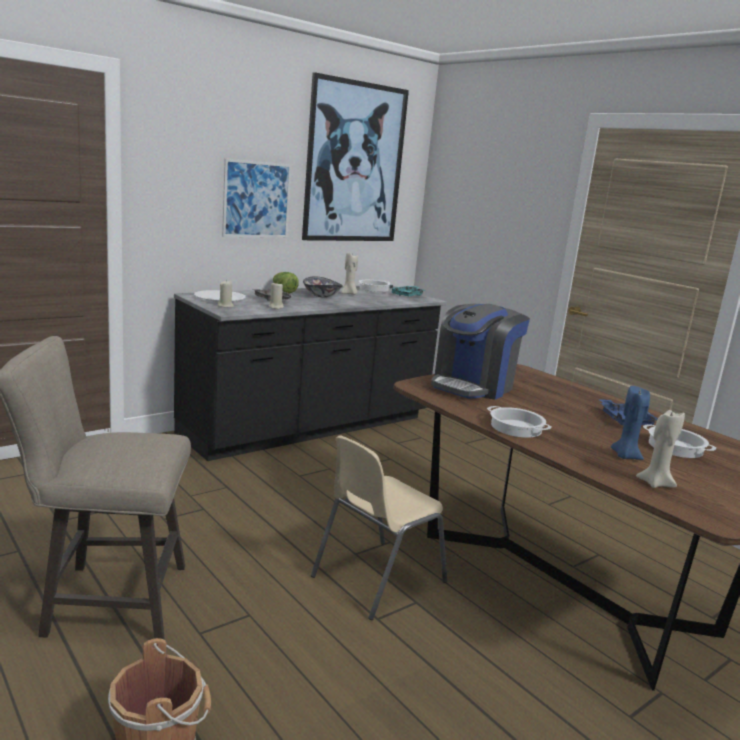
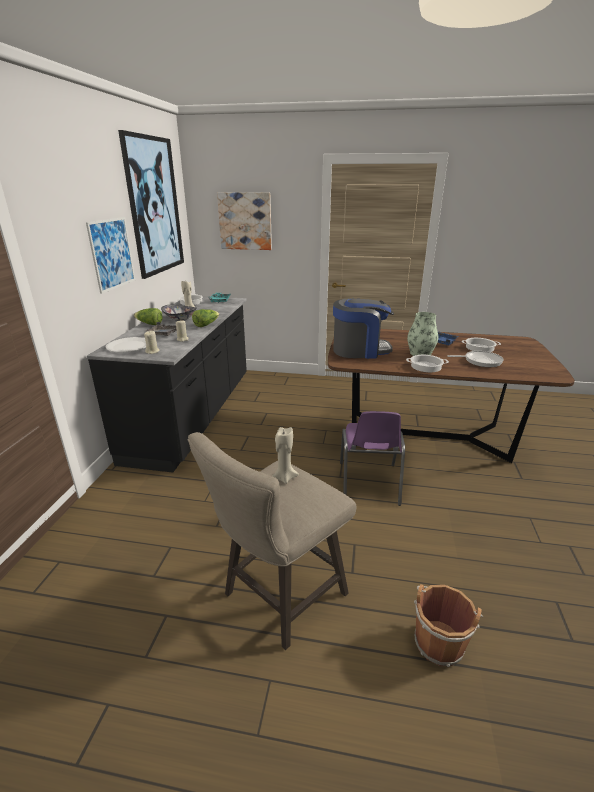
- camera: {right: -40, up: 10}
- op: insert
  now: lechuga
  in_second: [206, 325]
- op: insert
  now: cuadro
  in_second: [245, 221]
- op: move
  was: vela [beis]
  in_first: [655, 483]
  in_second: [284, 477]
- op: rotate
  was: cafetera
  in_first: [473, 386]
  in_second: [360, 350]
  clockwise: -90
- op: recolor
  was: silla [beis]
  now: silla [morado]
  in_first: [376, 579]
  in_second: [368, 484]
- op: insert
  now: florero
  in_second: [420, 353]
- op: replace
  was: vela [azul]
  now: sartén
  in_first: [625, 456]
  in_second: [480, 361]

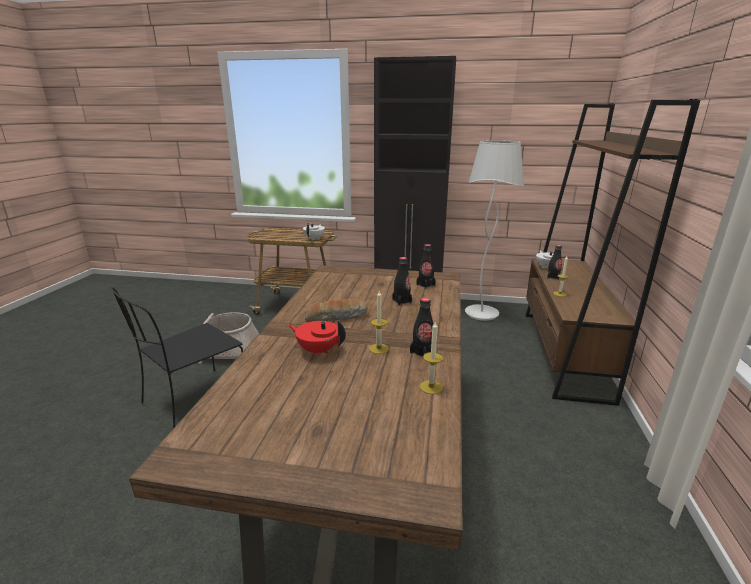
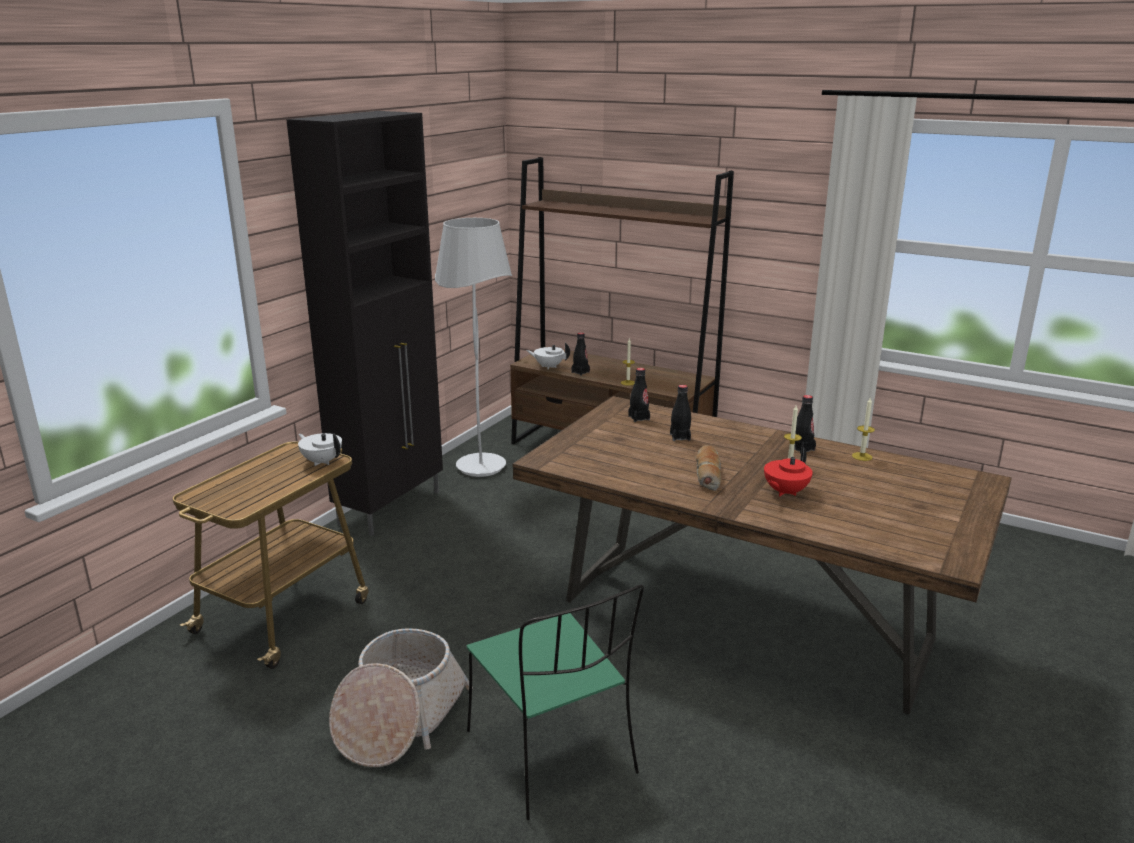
- camera: {right: -70, up: 0}
- op: recolor
  was: silla [negro]
  now: silla [verde]
  in_first: [194, 401]
  in_second: [553, 755]

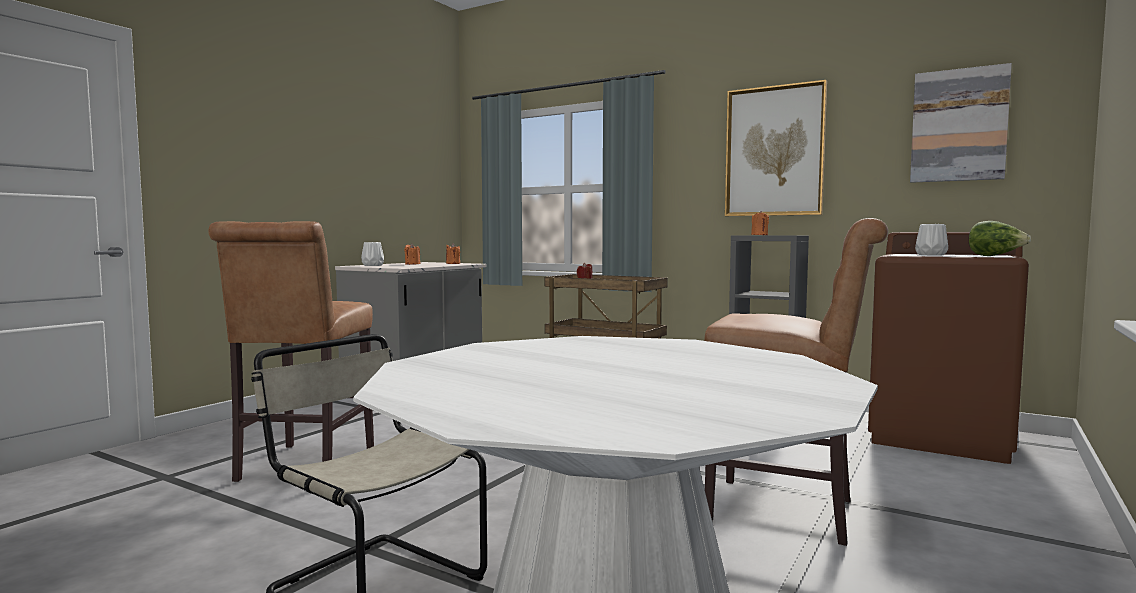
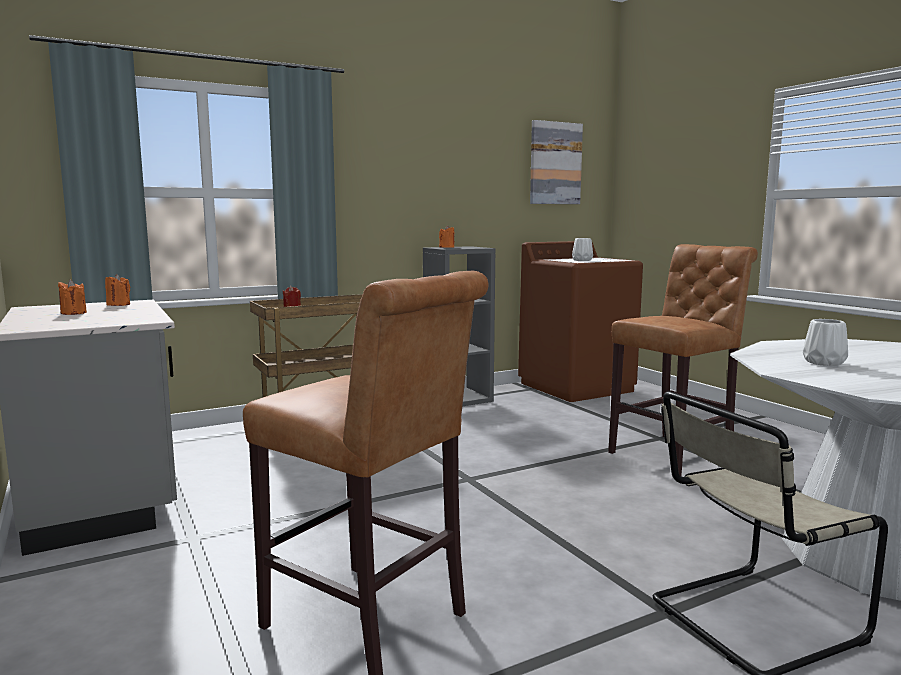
- camera: {right: -60, up: 5}
- op: move
  was: florero [blanco]
  in_first: [372, 265]
  in_second: [824, 363]
- op: delete
  was: cuadro
  in_first: [774, 151]
- op: delete
  was: lechuga
  in_first: [995, 256]

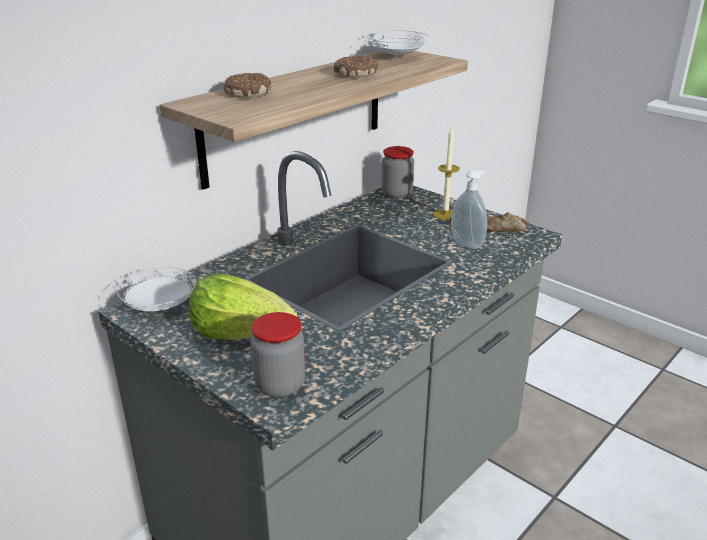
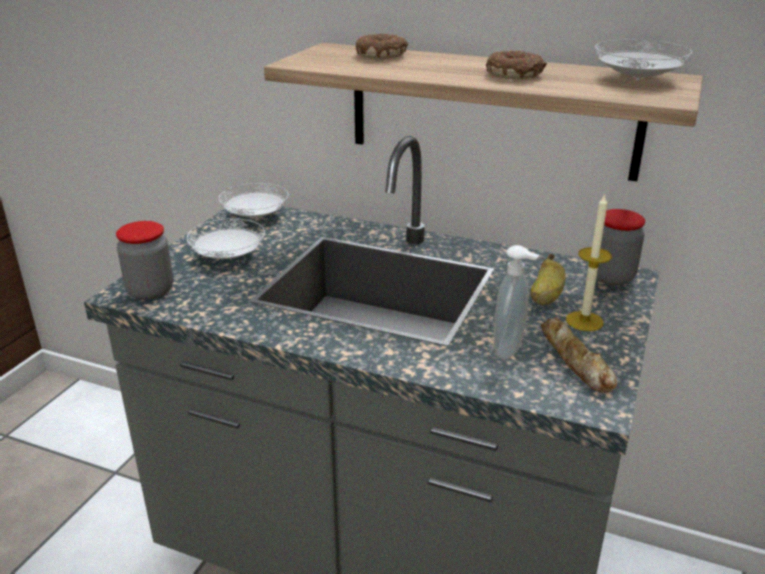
- camera: {right: 70, up: 0}
- op: replace
  was: lechuga
  now: plato [blanco]
  in_first: [242, 332]
  in_second: [229, 257]
- op: insert
  now: plátano
  in_second: [545, 297]

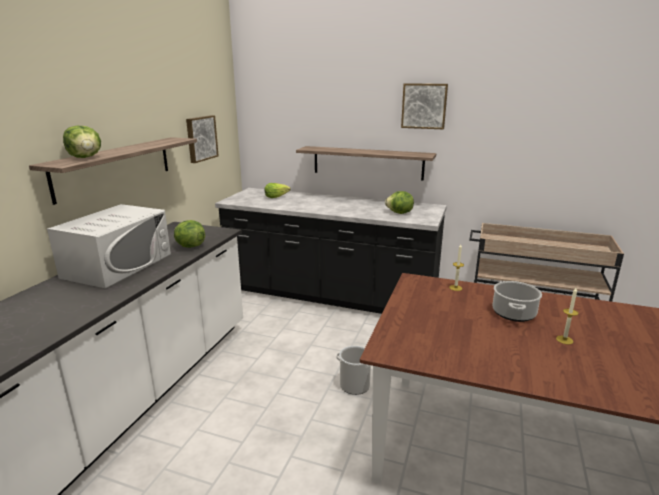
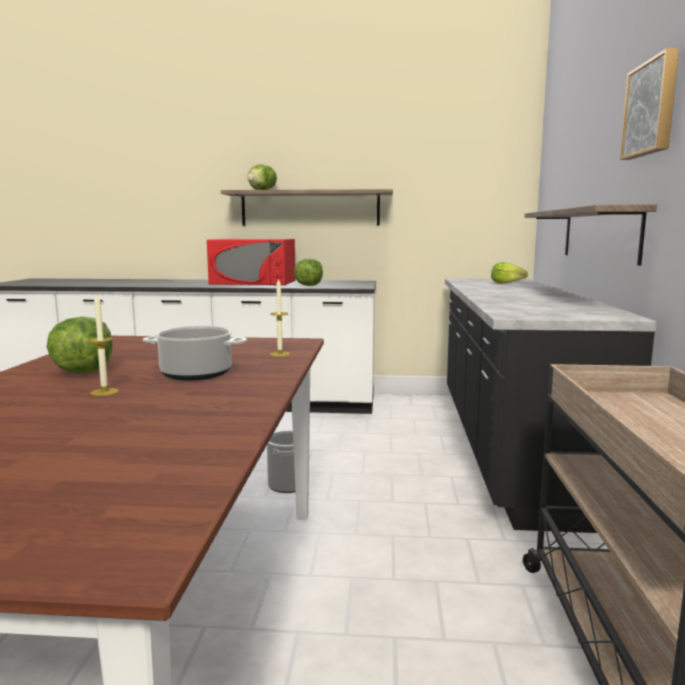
- camera: {right: 75, up: -10}
- op: move
  was: lechuga
  in_first: [399, 213]
  in_second: [83, 372]
- op: recolor
  was: microondas [blanco]
  now: microondas [rojo]
  in_first: [118, 265]
  in_second: [253, 282]
- op: delete
  was: cuadro
  in_first: [201, 138]

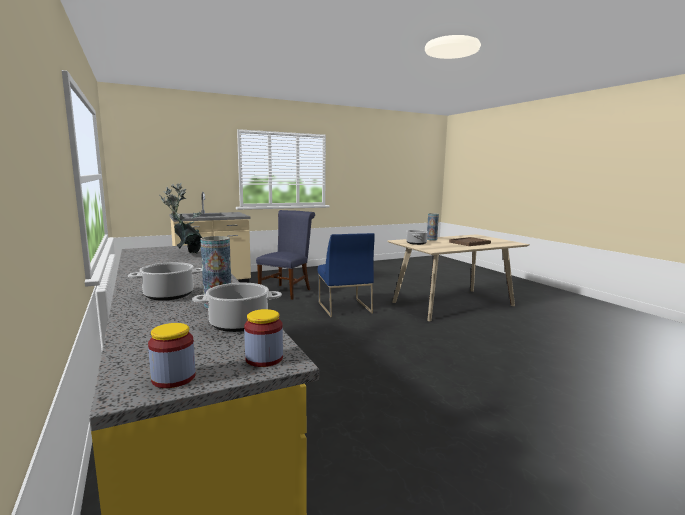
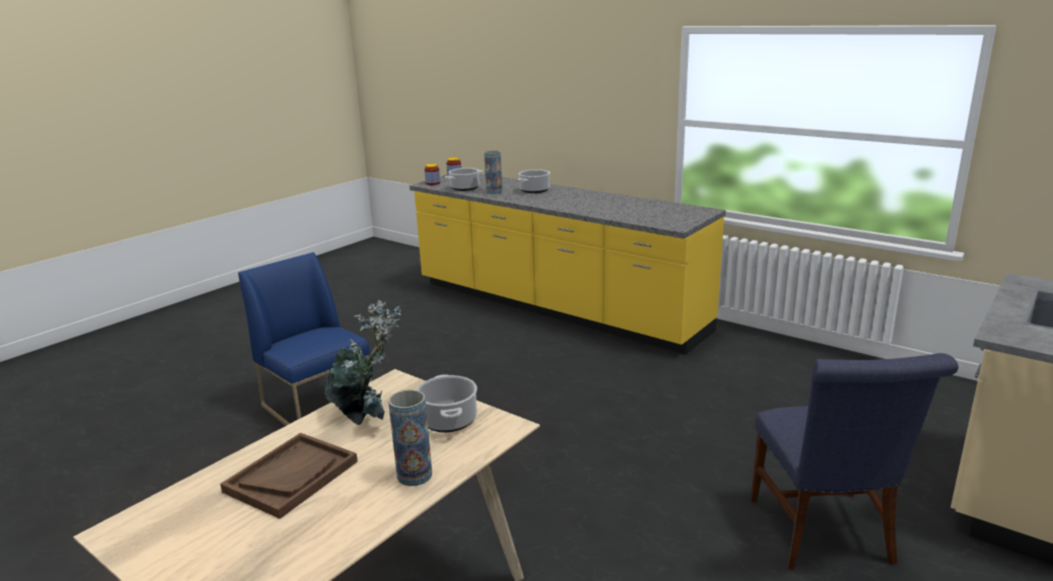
- camera: {right: 155, up: 10}
- op: move
  was: silla [azul]
  in_first: [344, 307]
  in_second: [319, 406]
- op: move
  was: planta en maceta
  in_first: [188, 253]
  in_second: [368, 417]

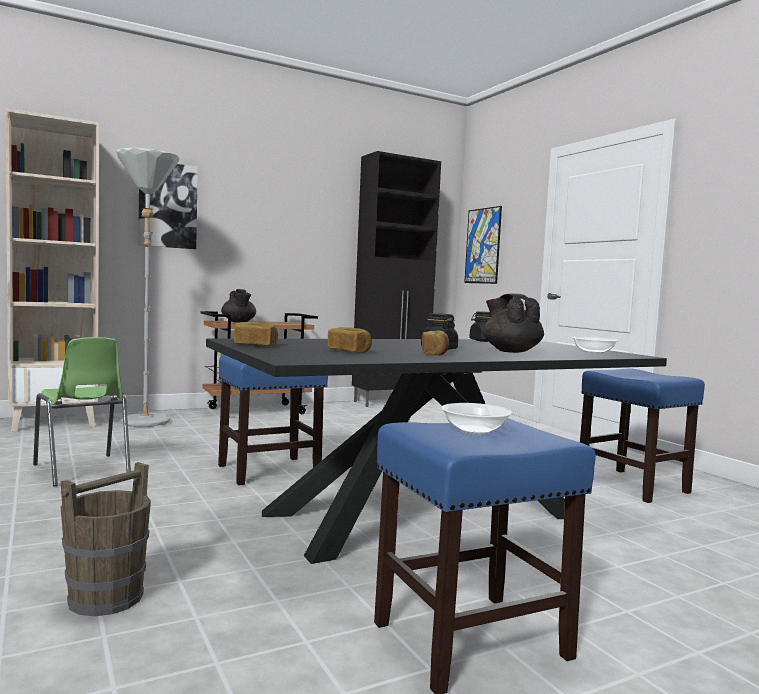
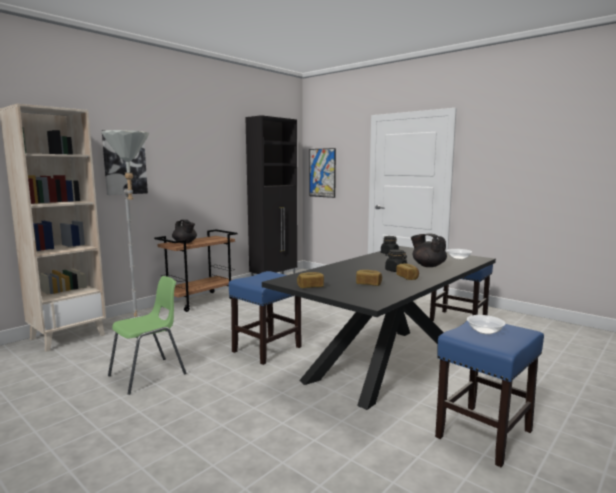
- camera: {right: -20, up: 5}
- op: rotate
  was: silla [verde]
  in_first: [82, 470]
  in_second: [148, 375]
  clockwise: -75
- op: delete
  was: cubo [marrón]
  in_first: [105, 598]

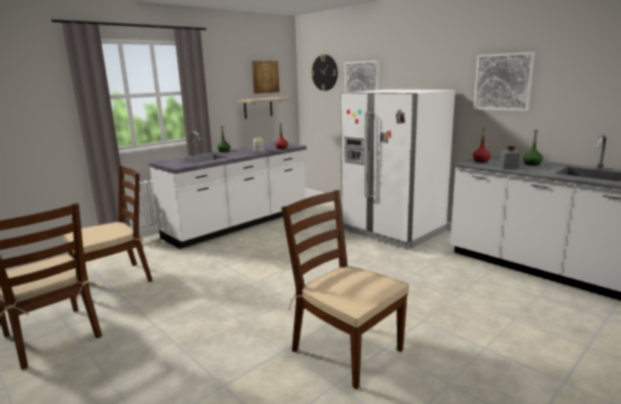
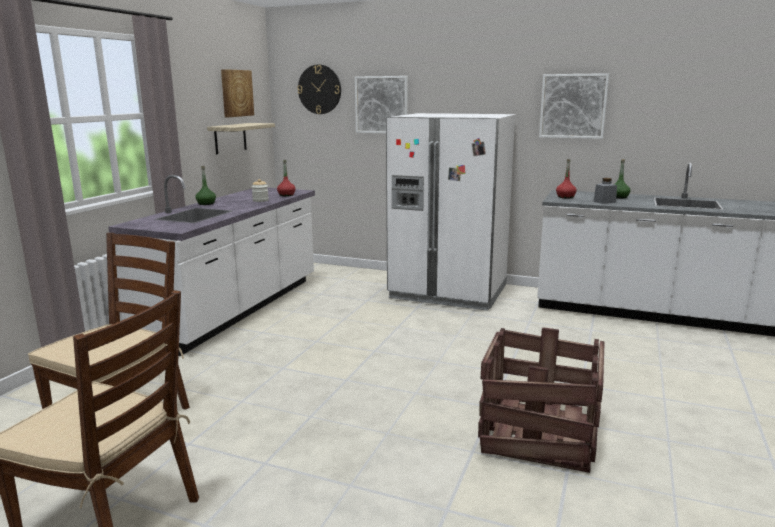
- camera: {right: -25, up: 0}
- op: replace
  was: silla [marrón]
  now: caja de embalaje
  in_first: [346, 350]
  in_second: [539, 433]

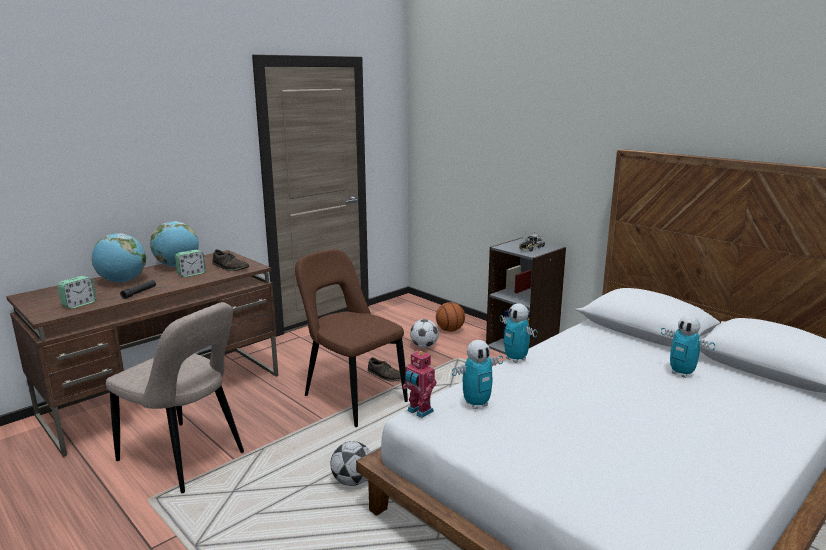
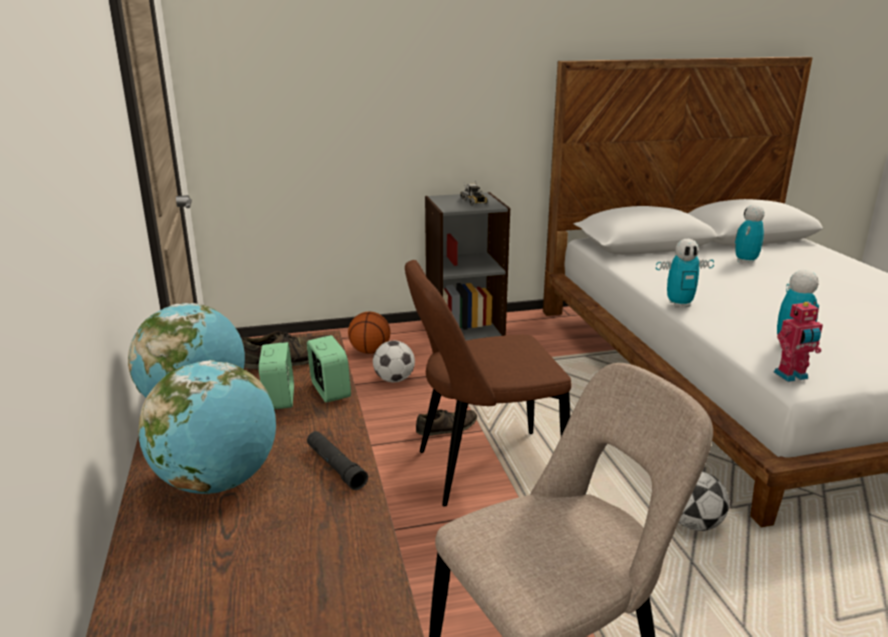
- camera: {right: -60, up: 5}
- op: move
  was: despertador
  in_first: [79, 304]
  in_second: [330, 391]
- op: rotate
  was: robot de juguete
  in_first: [681, 373]
  in_second: [745, 261]
  clockwise: 135

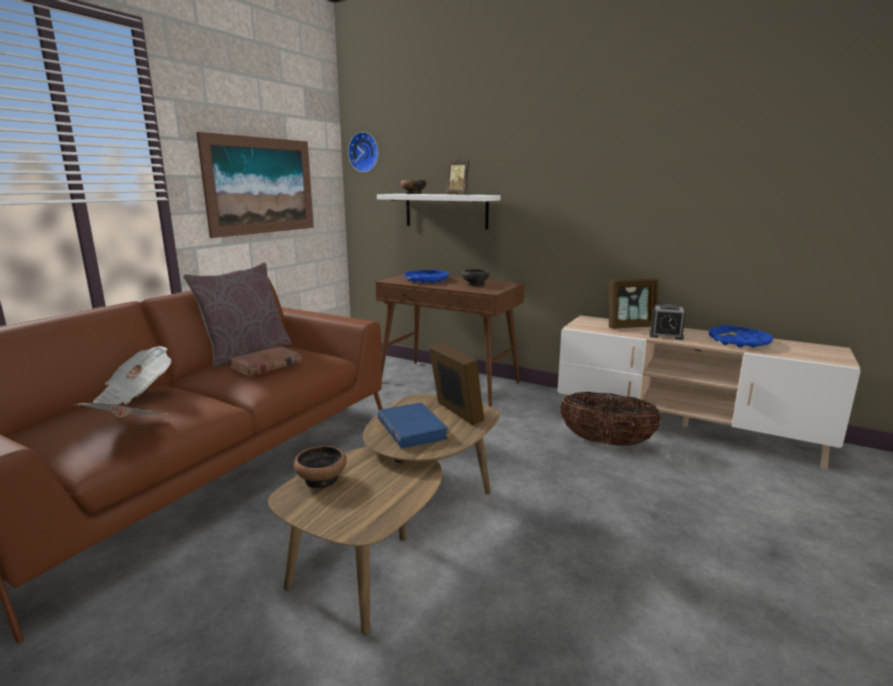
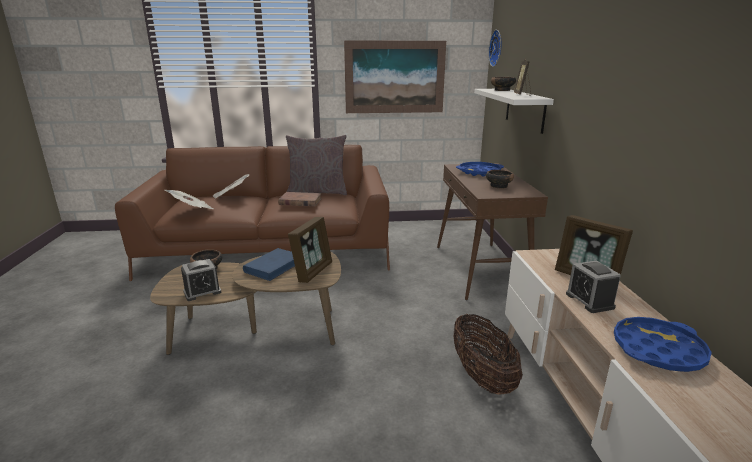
- camera: {right: 55, up: 5}
- op: insert
  now: despertador
  in_second: [202, 292]

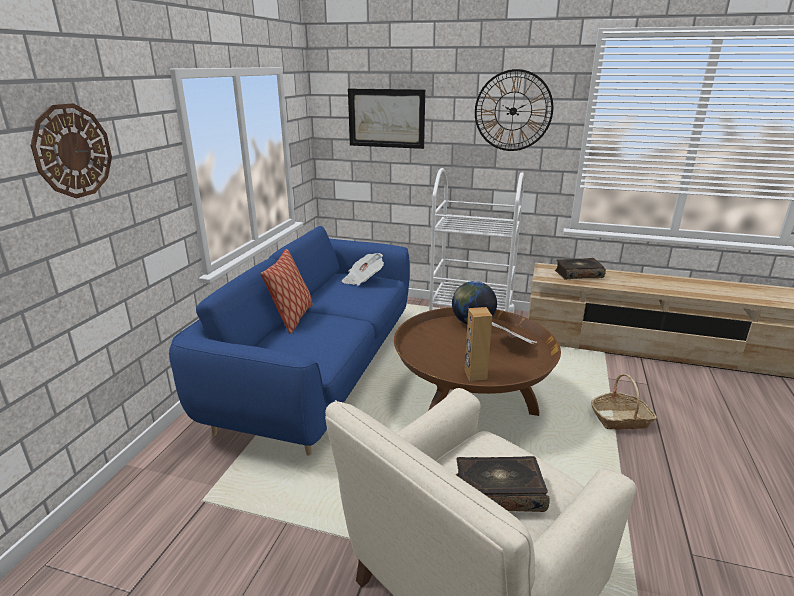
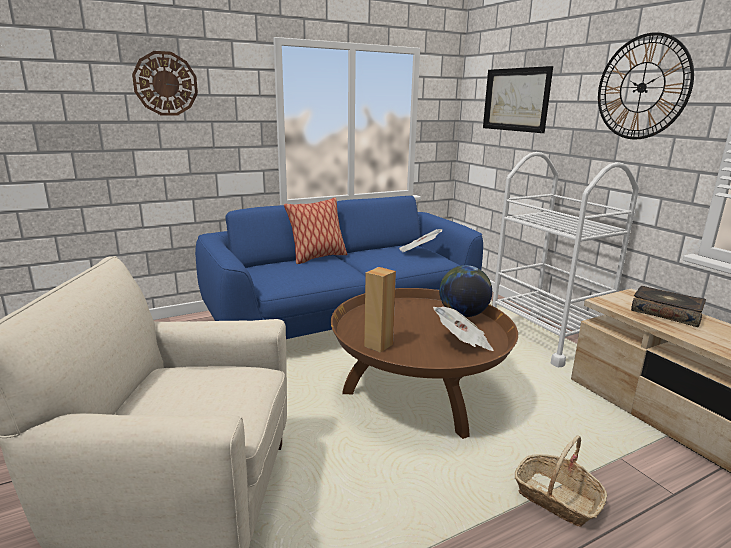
- camera: {right: 45, up: -5}
- op: delete
  was: libro
  in_first: [498, 492]

